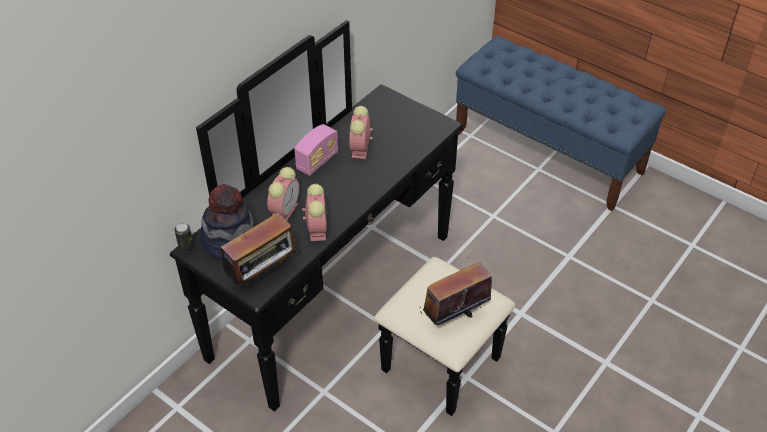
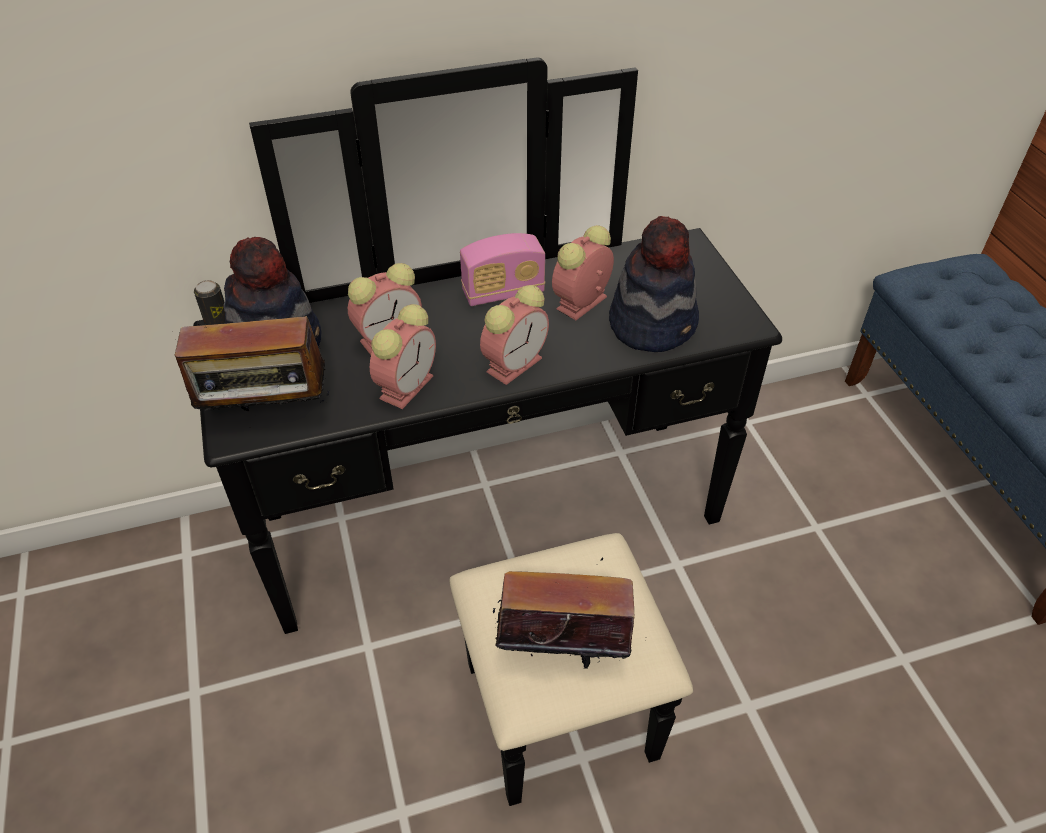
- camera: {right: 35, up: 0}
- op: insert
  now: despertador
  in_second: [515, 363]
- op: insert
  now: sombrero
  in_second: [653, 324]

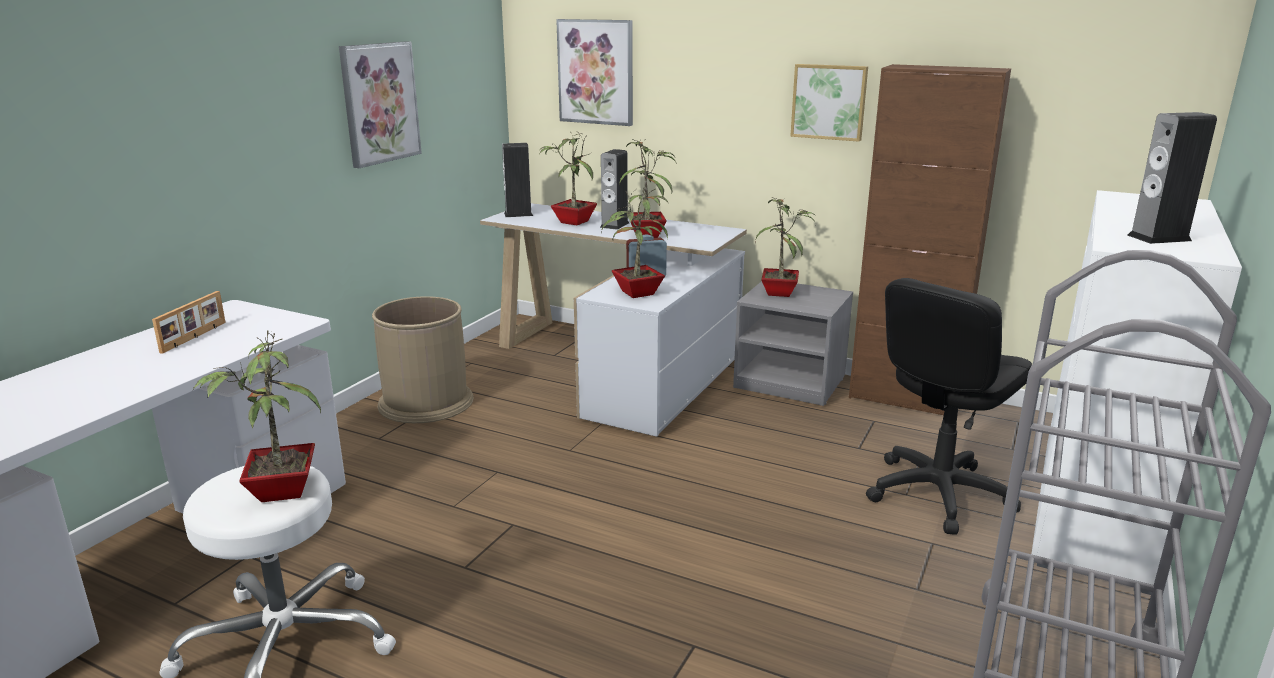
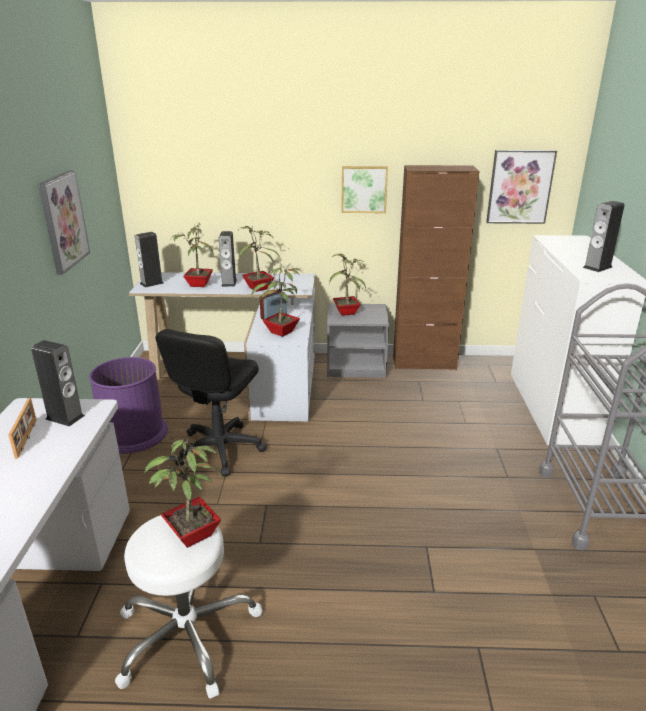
- camera: {right: -25, up: 5}
- op: insert
  now: altavoz
  in_second: [65, 417]
- op: recolor
  was: papelera [marrón]
  now: papelera [morado]
  in_first: [426, 402]
  in_second: [133, 433]
- op: move
  was: silla de oficina [negro]
  in_first: [937, 493]
  in_second: [219, 449]
- op: move
  was: cuadro
  in_first: [596, 72]
  in_second: [520, 187]

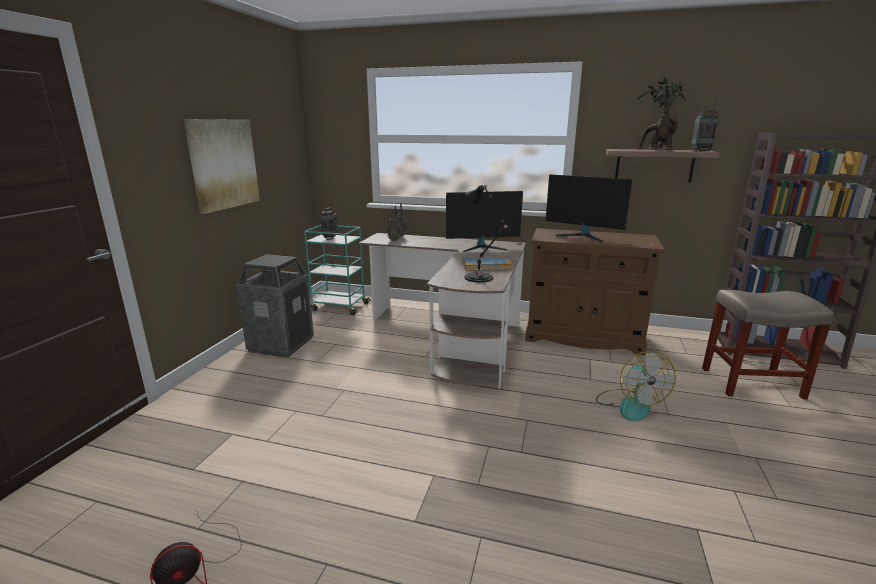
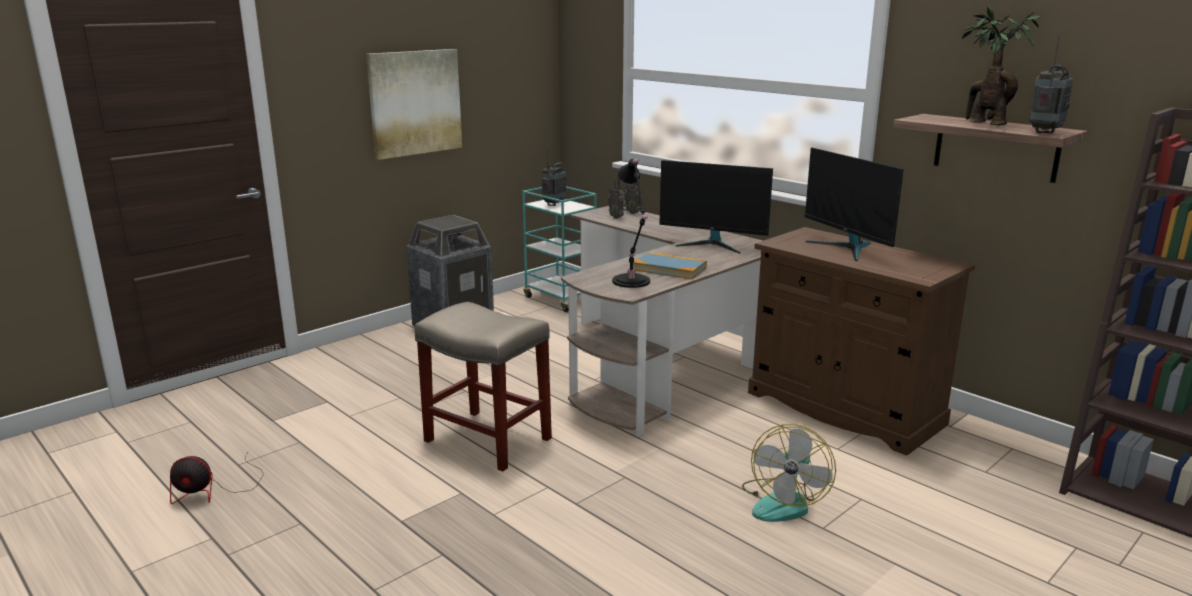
- camera: {right: 30, up: 0}
- op: move
  was: taburete [beis]
  in_first: [750, 383]
  in_second: [486, 439]

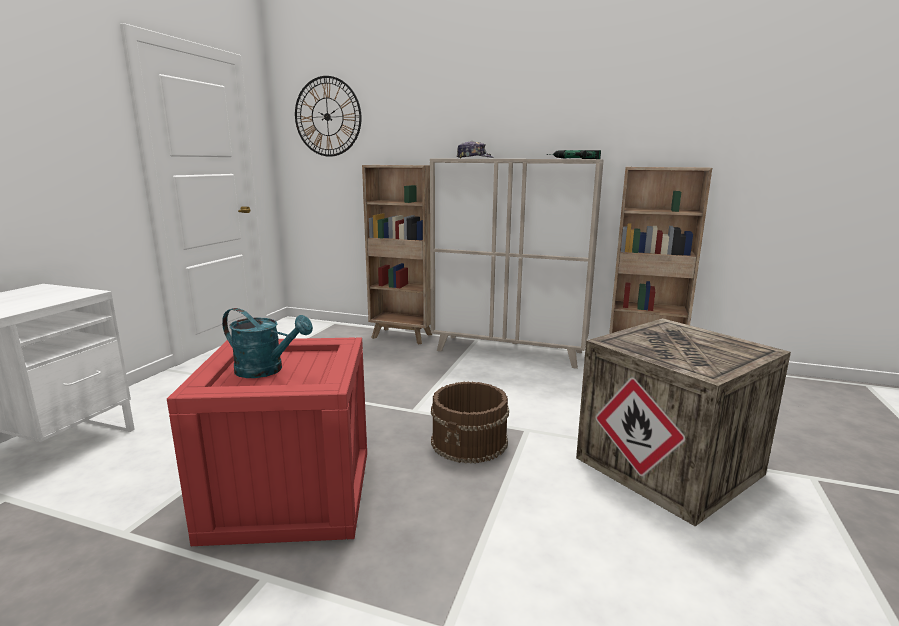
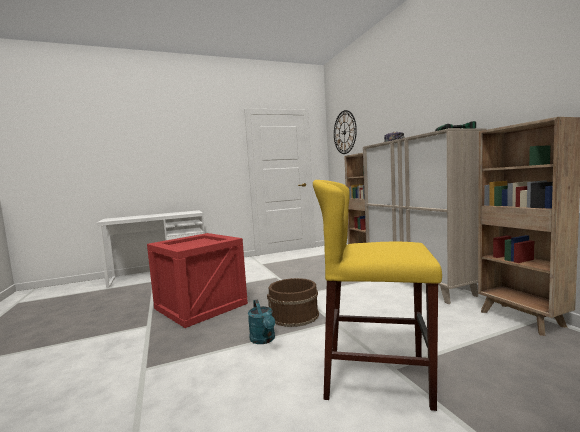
- camera: {right: 50, up: -10}
- op: move
  was: regadera [turquesa]
  in_first: [266, 370]
  in_second: [264, 340]
- op: replace
  was: caja de embalaje
  now: taburete [amarillo]
  in_first: [665, 466]
  in_second: [377, 377]

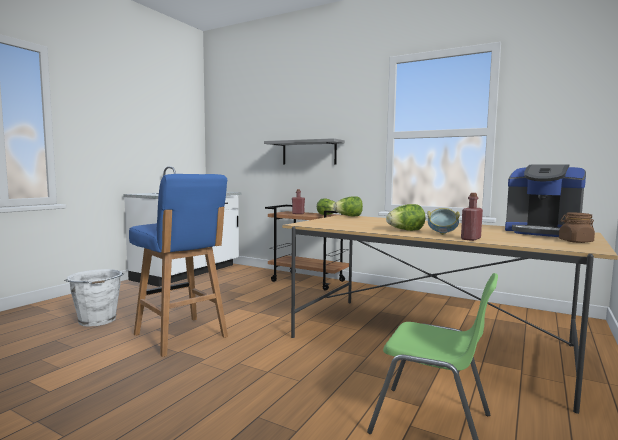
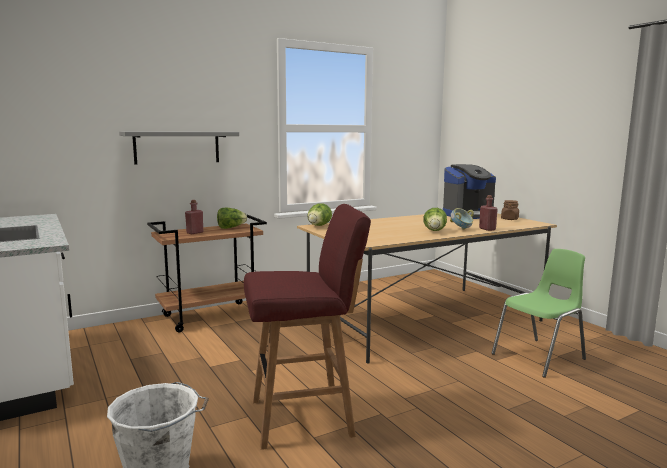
- camera: {right: -60, up: 5}
- op: recolor
  was: taburete [azul]
  now: taburete [rojo]
  in_first: [181, 336]
  in_second: [304, 417]

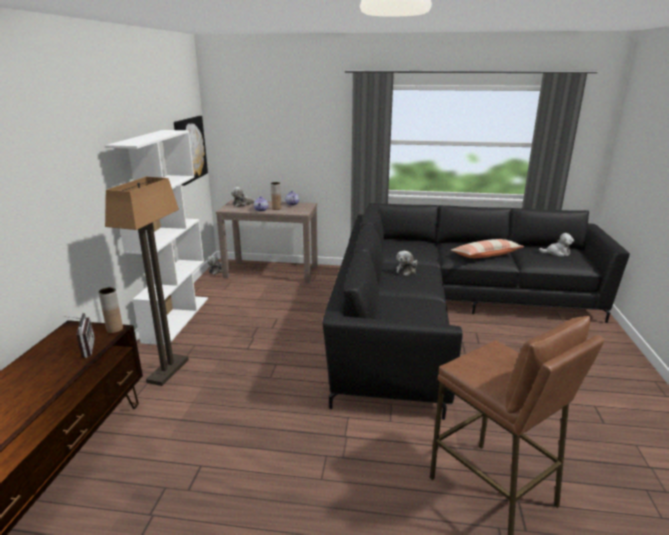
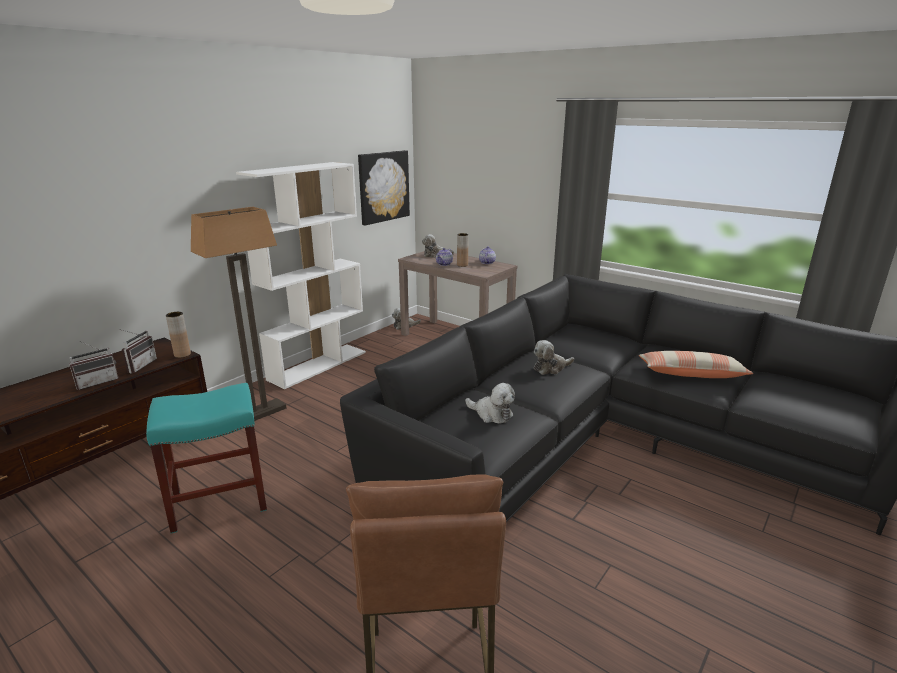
- camera: {right: 30, up: 0}
- op: insert
  now: radio
  in_second: [97, 382]
- op: insert
  now: taburete [turquesa]
  in_second: [218, 501]
- op: move
  was: peluche
  in_first: [556, 253]
  in_second: [491, 414]

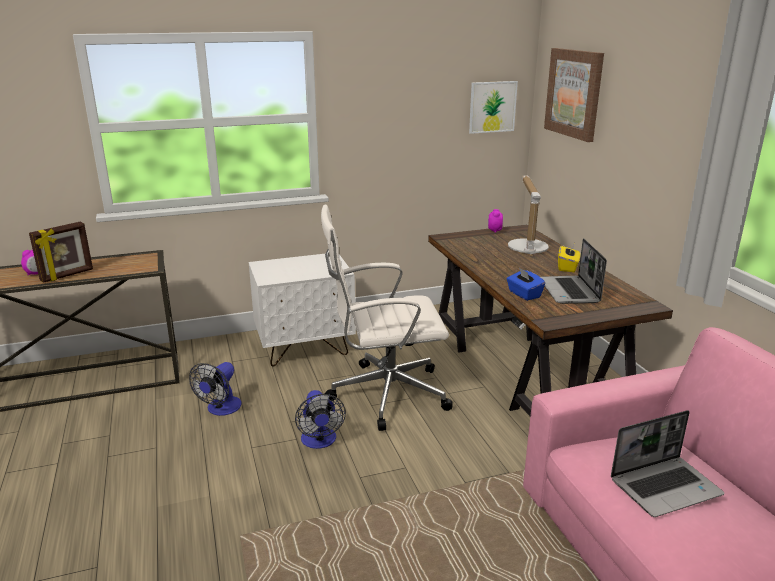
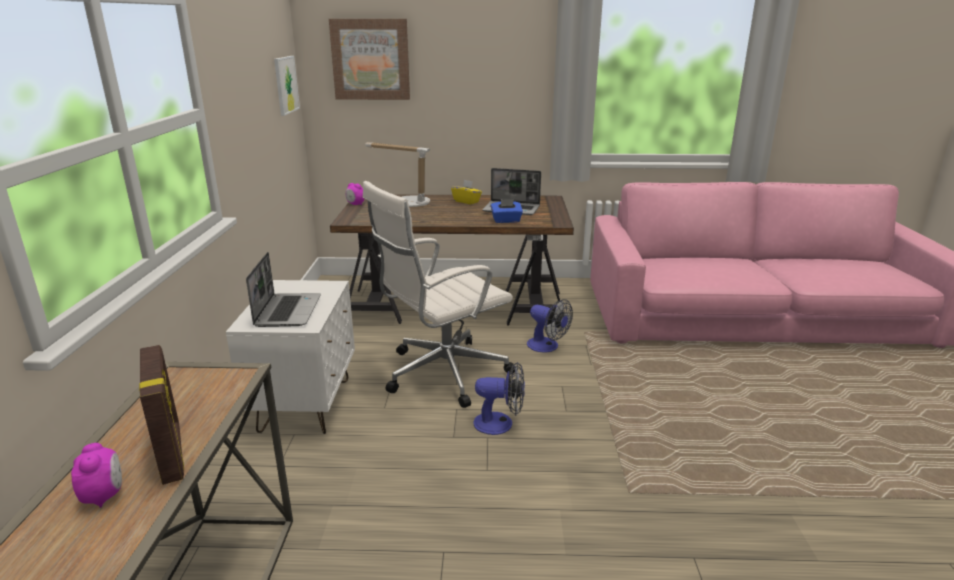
- camera: {right: -70, up: 0}
- op: move
  was: portátil
  in_first: [665, 487]
  in_second: [287, 311]
- op: rotate
  was: silla de oficina [blanco]
  in_first: [385, 394]
  in_second: [442, 373]
  clockwise: 45
- op: move
  was: ventilador
  in_first: [220, 409]
  in_second: [547, 347]

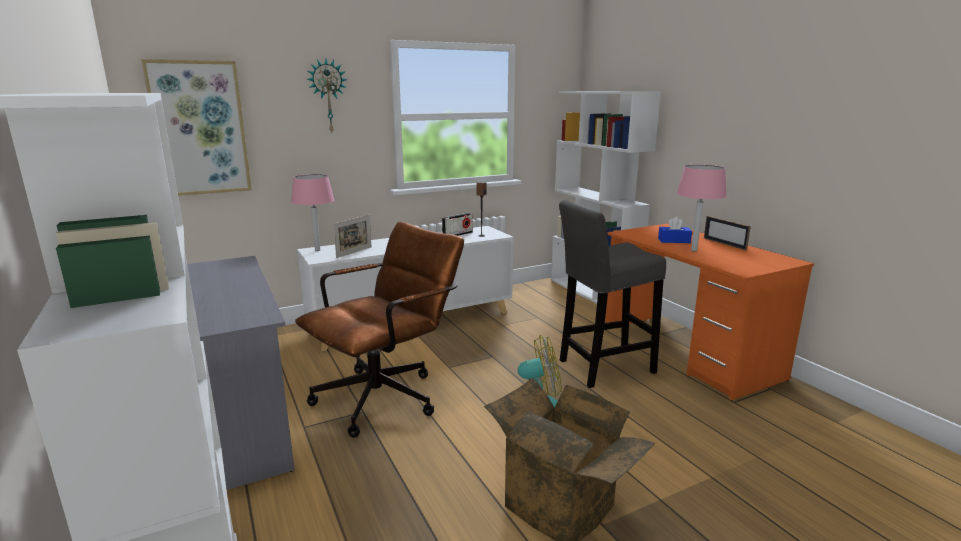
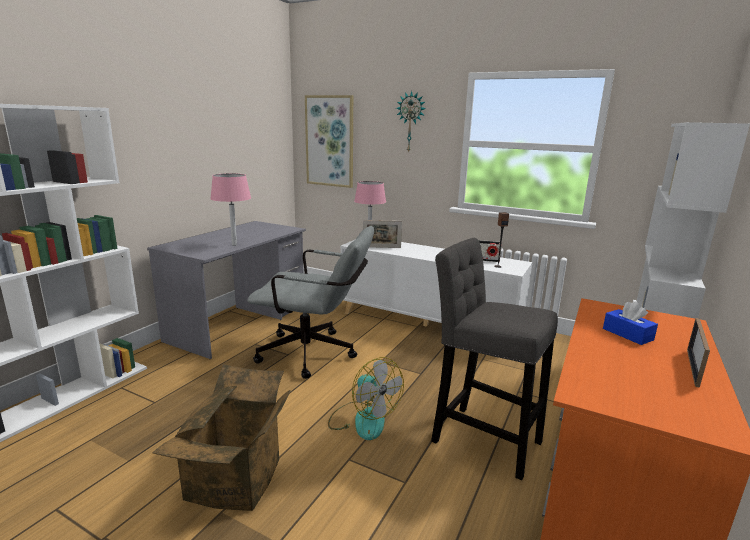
- camera: {right: 55, up: 0}
- op: move
  was: lámpara de mesa [rosa]
  in_first: [693, 250]
  in_second: [234, 245]
- op: recolor
  was: silla de oficina [marrón]
  now: silla de oficina [gris]
  in_first: [387, 395]
  in_second: [315, 354]

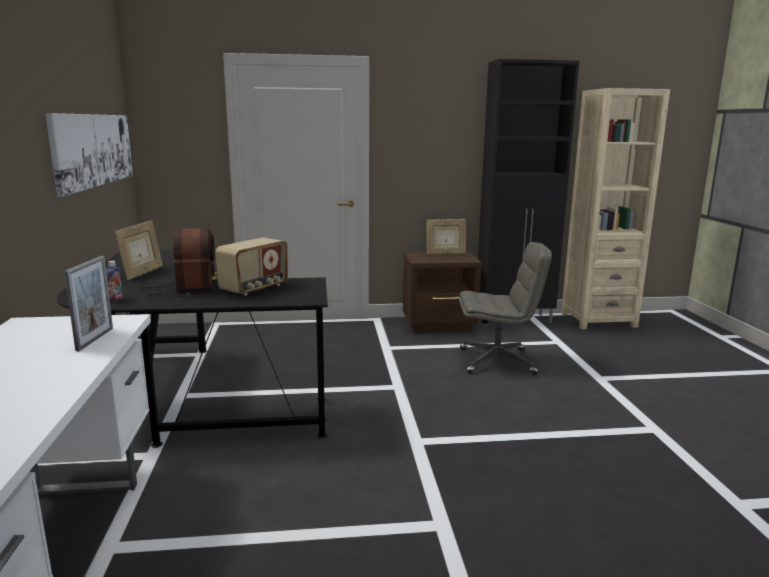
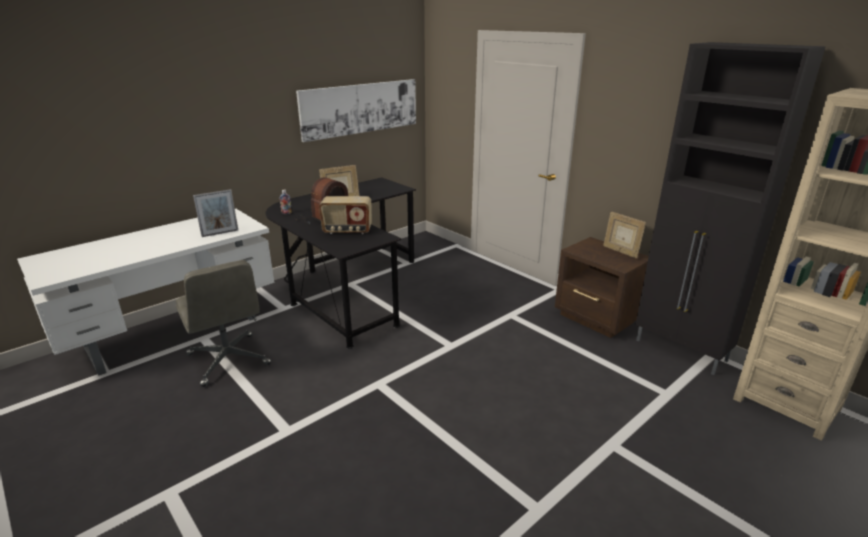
- camera: {right: 55, up: 10}
- op: move
  was: silla de oficina [gris]
  in_first: [497, 361]
  in_second: [229, 360]

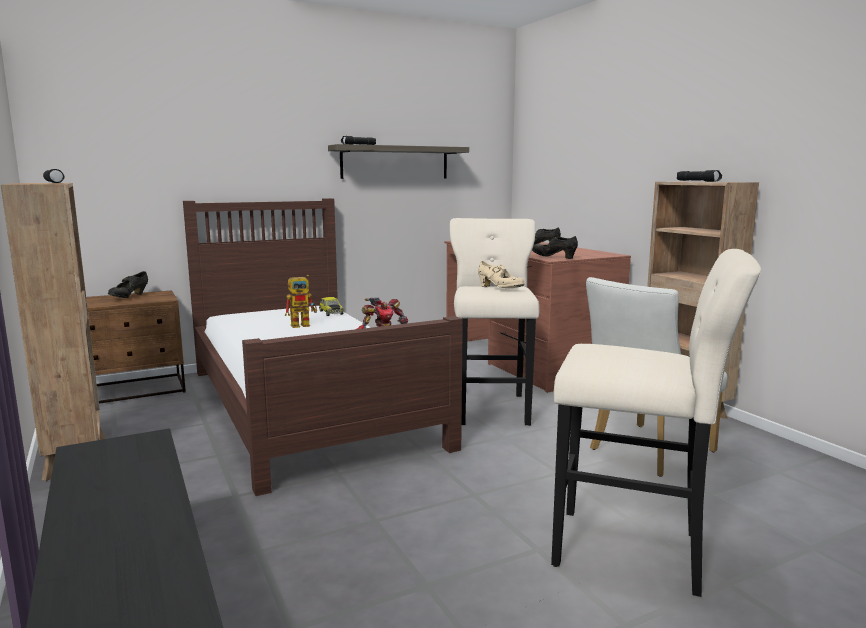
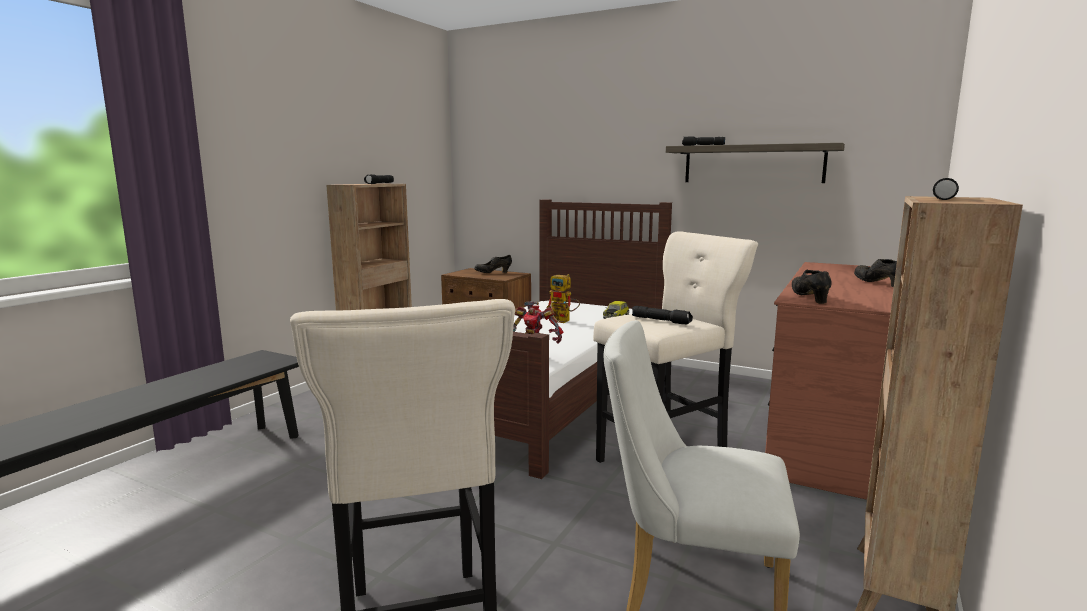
- camera: {right: 55, up: 0}
- op: replace
  was: zapato [beis]
  now: linterna [negro]
  in_first: [499, 289]
  in_second: [661, 321]

